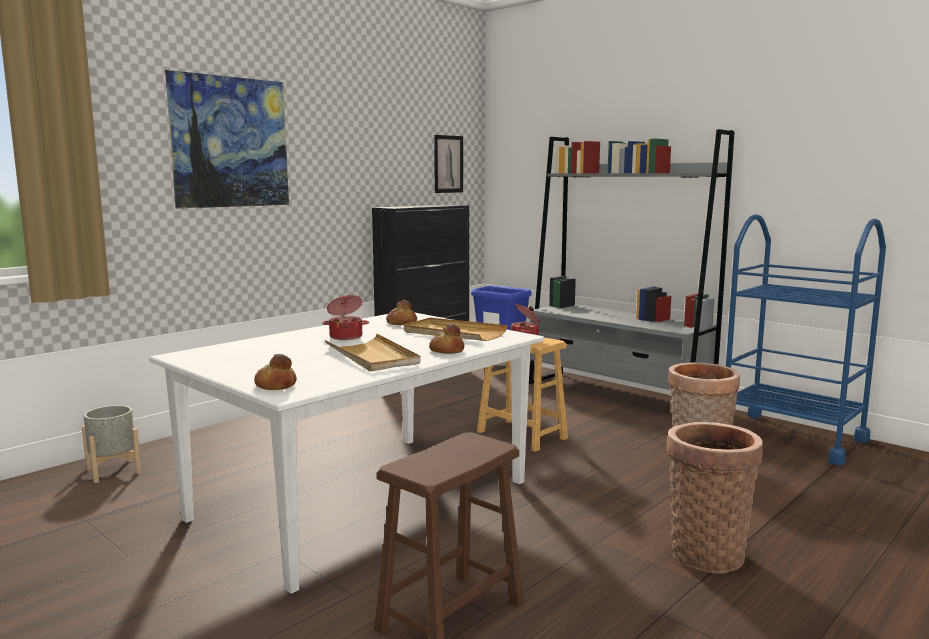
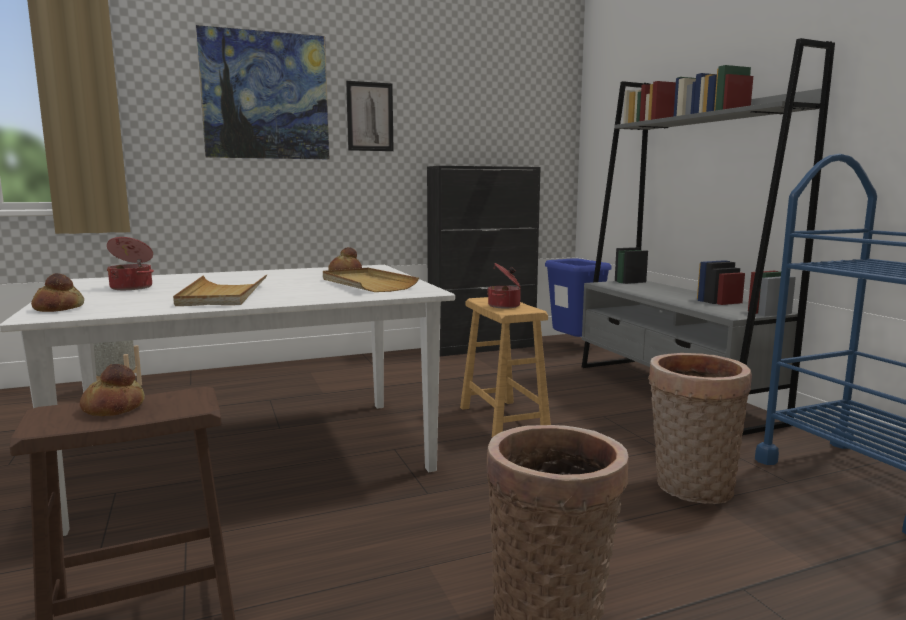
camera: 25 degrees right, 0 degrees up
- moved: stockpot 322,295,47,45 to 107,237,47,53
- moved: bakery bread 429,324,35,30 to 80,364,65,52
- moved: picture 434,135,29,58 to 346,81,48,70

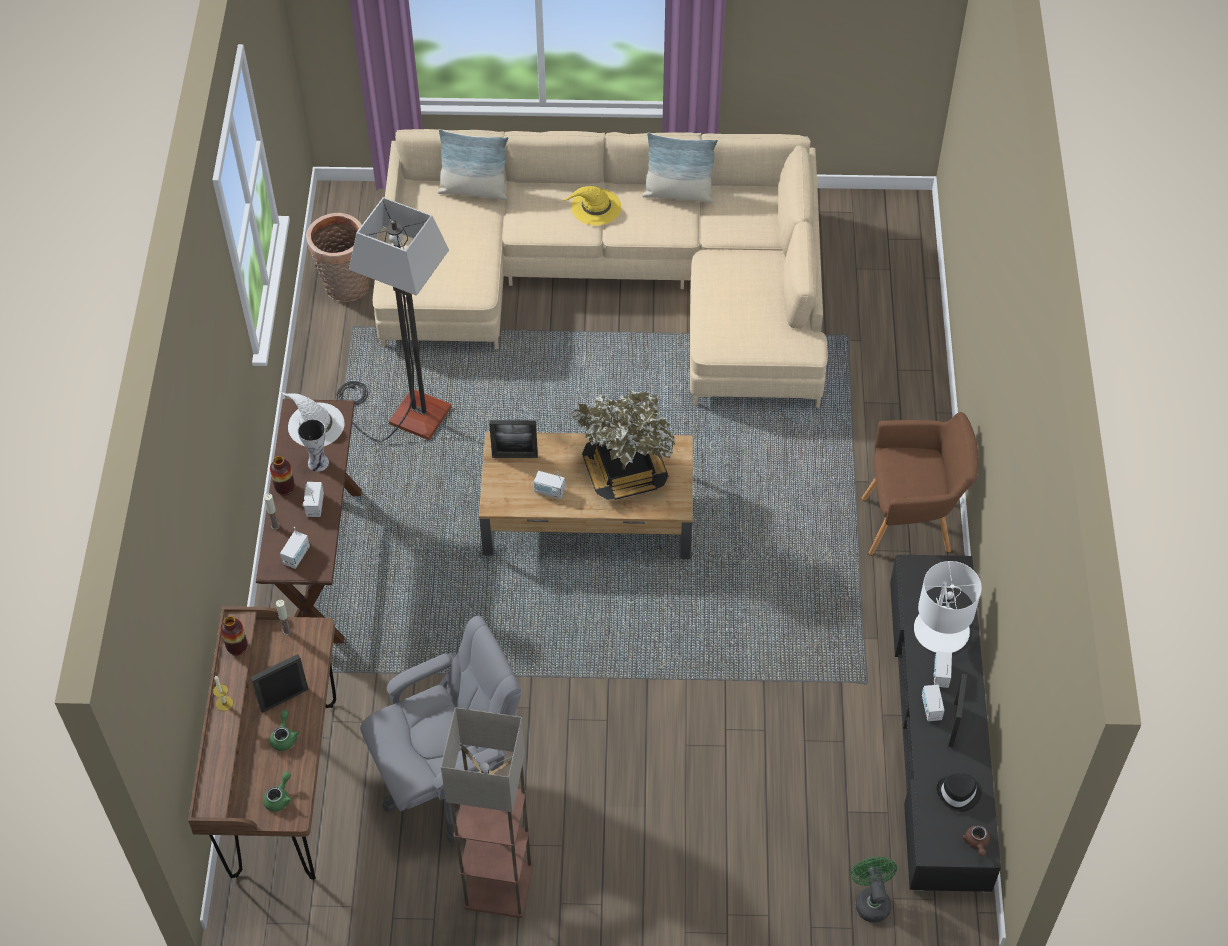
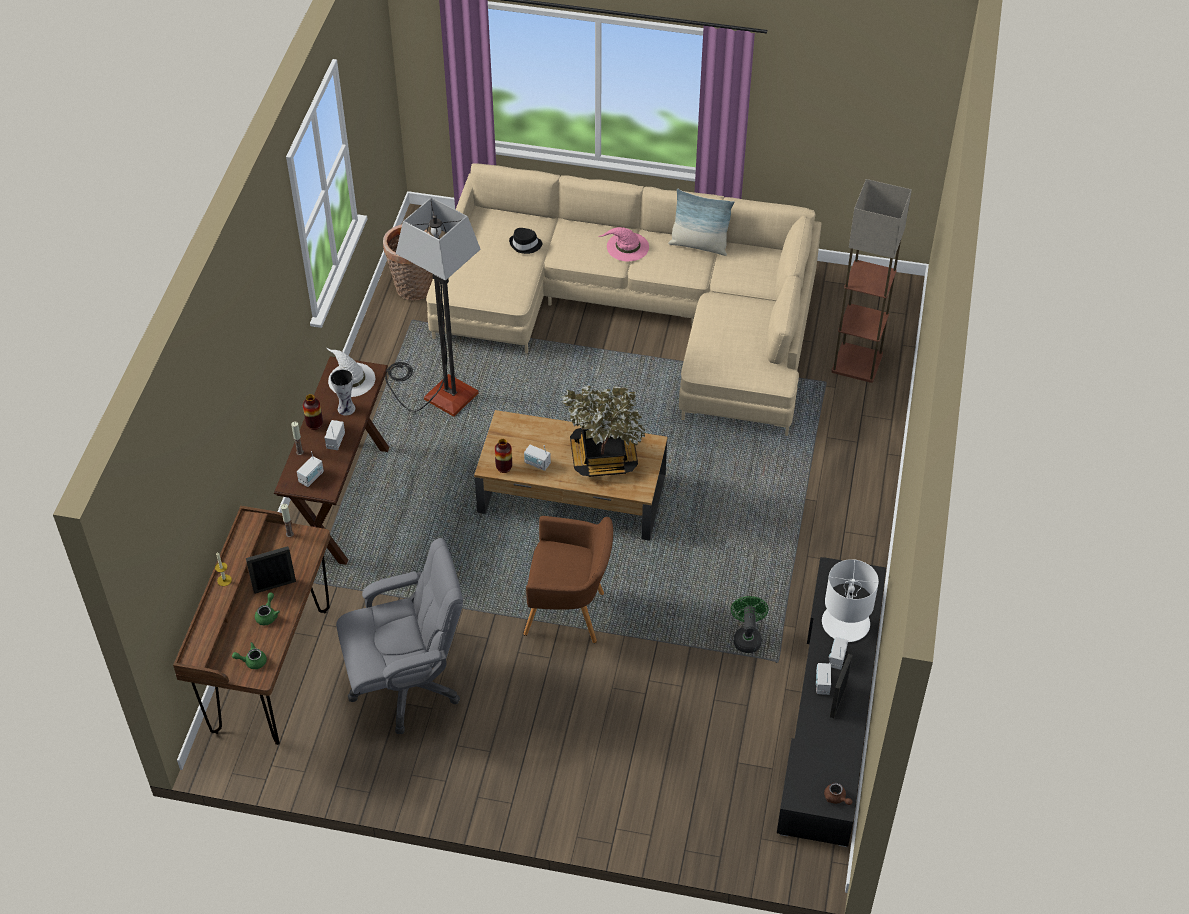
camera: 10 degrees right, 5 degrees down
- removed: pillow 437,129,71,71
- removed: picture frame 489,420,49,38
- moved: flower vase 220,616,28,39 to 495,439,17,34
- moved: standing lamp 441,707,92,211 to 832,179,80,204
- moved: cooling fan in green 851,857,46,65 to 731,596,37,57
- moved: easy chair in brownish 861,412,118,144 to 523,516,90,127
- moved: clothing hat in black-coloured 937,773,45,39 to 509,228,33,26
- recoloured: clothing hat in yellowish 561,186,60,39 to clothing hat in pink 598,227,51,35
- turned: teapot in green 263,772,29,40 = 232,642,35,27 135 degrees counterclockwise
- turned: teapot in brownish 961,825,29,31 = 824,783,28,22 45 degrees counterclockwise

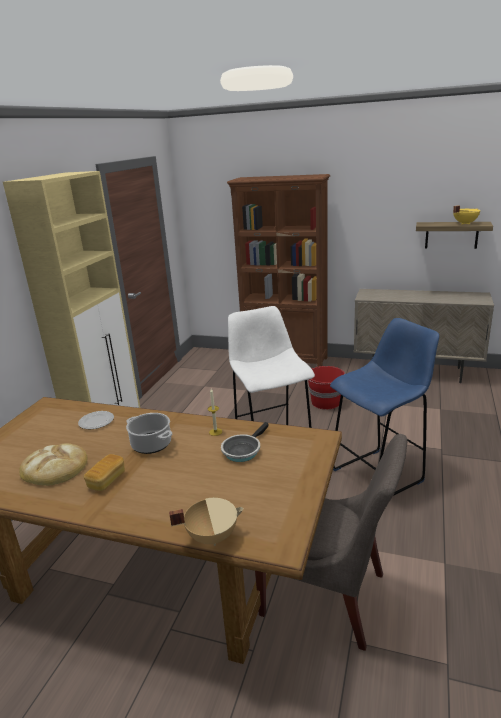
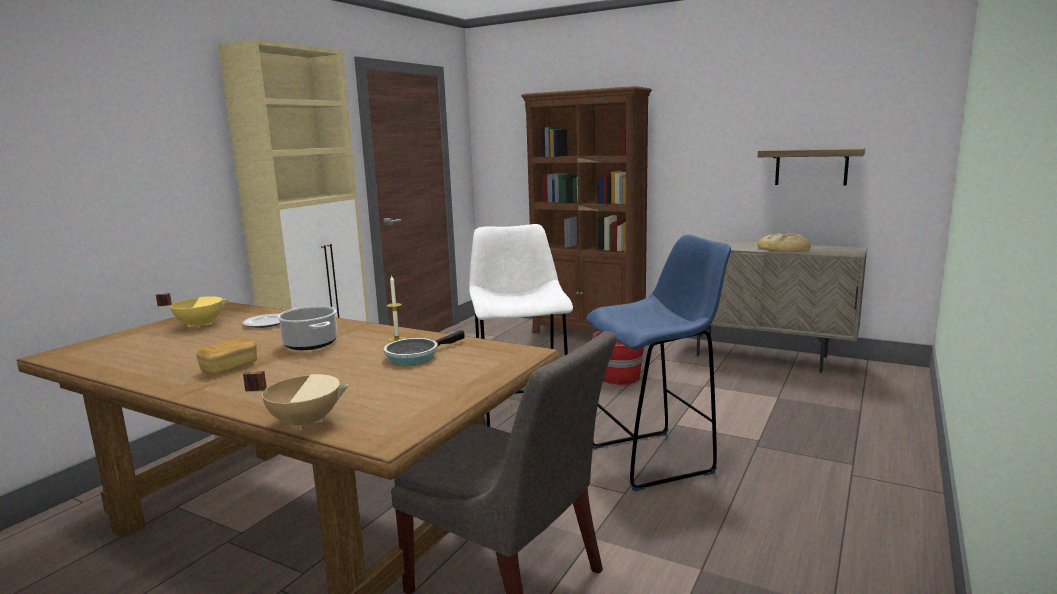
camera: 10 degrees right, 10 degrees down
- moved: bakery bread 19,443,68,43 to 758,233,53,19
- moved: stockpot in yellowish 453,205,28,20 to 156,293,73,35

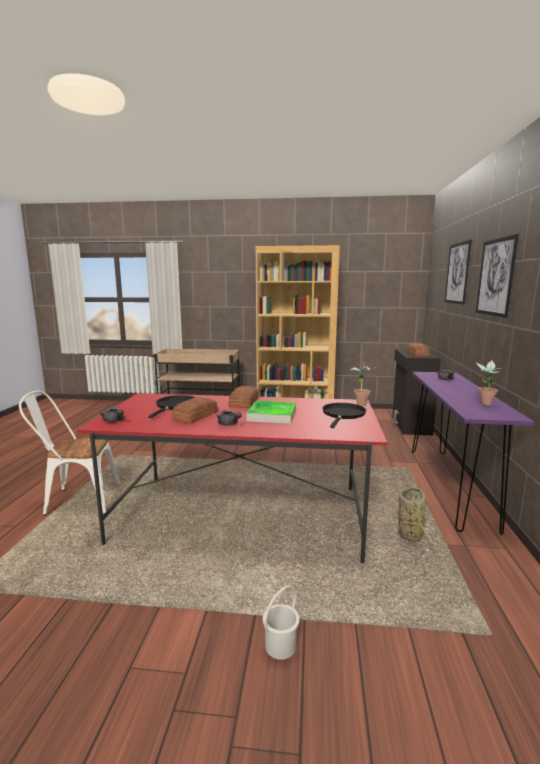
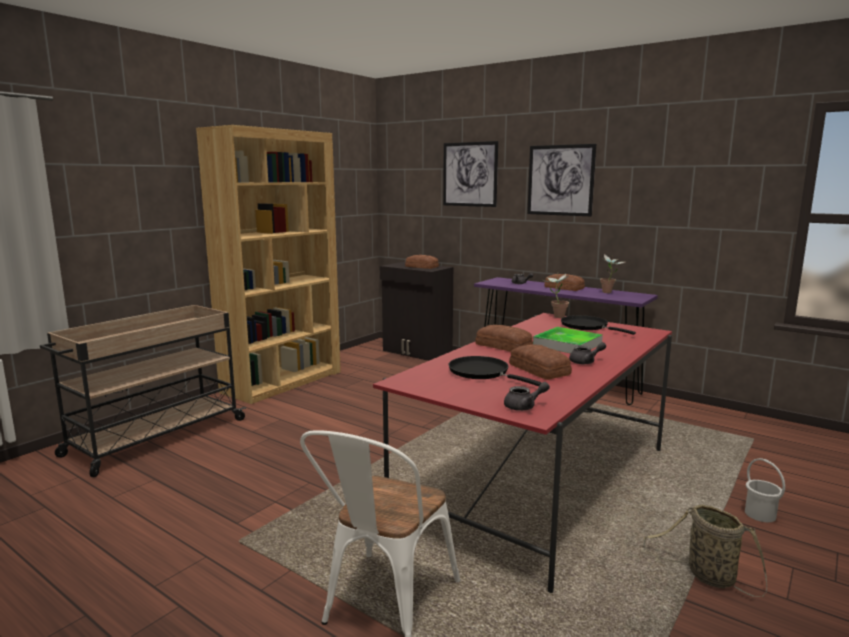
camera: 60 degrees left, 0 degrees up
- added: bakery bread 544,274,41,17
- moved: storage basket 398,487,38,64 to 644,504,123,93

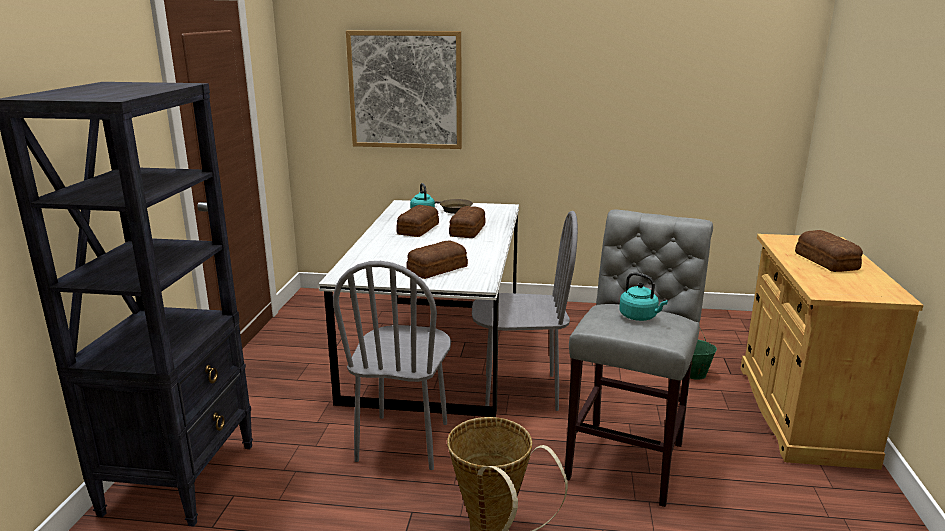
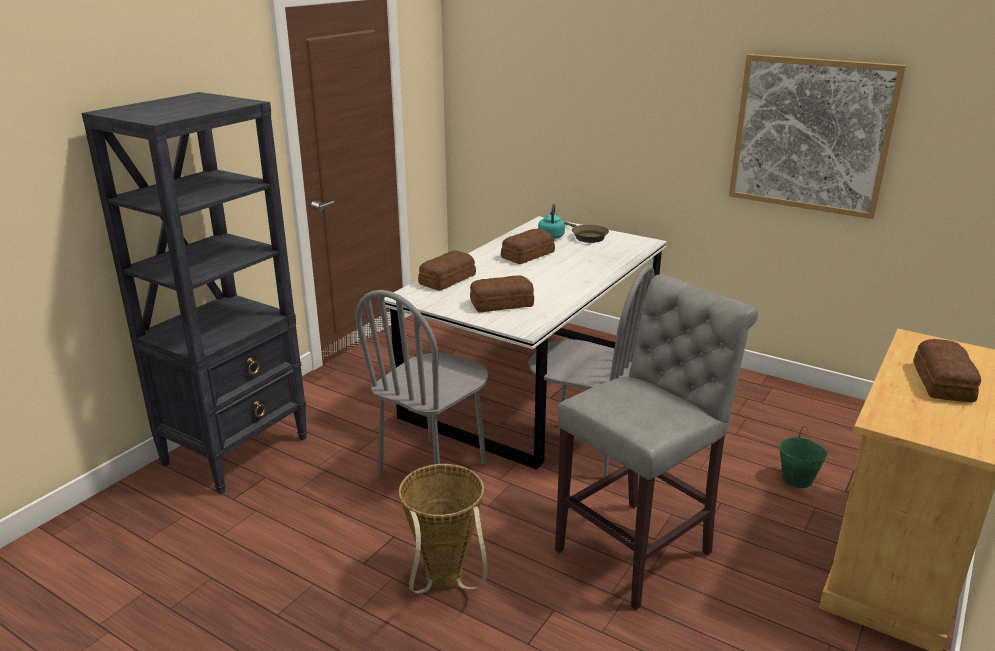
camera: 25 degrees right, 5 degrees up
- removed: water kettle in blue-green 619,272,49,49
- moved: picture 346,31,116,118 to 729,54,177,165
- moved: bakery bread 449,206,37,32 to 418,251,58,40

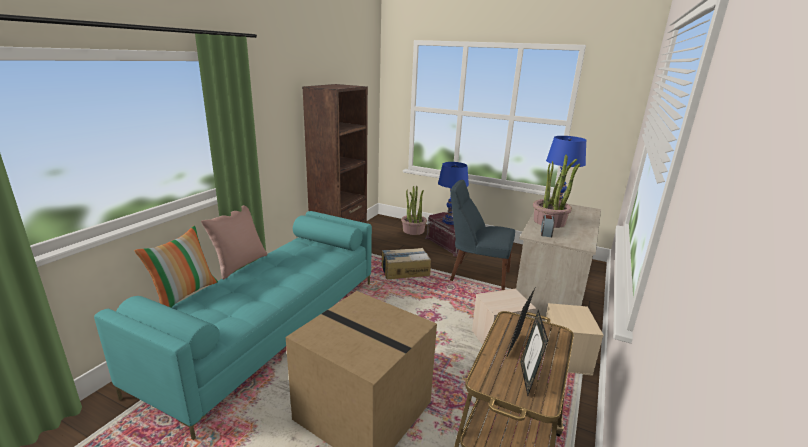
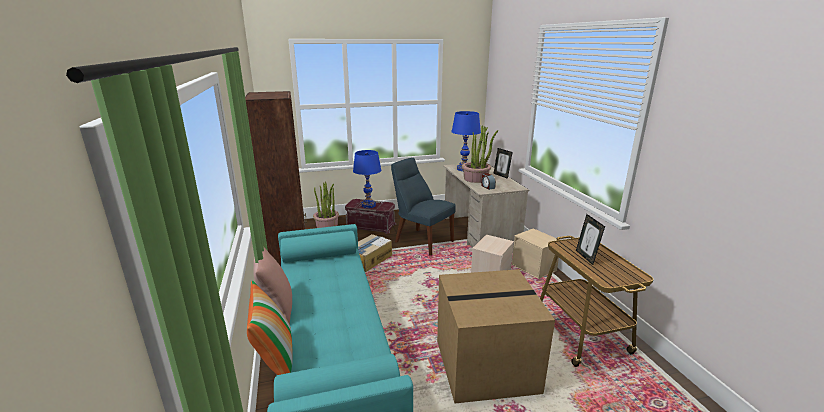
camera: 40 degrees left, 0 degrees up
- moved: picture frame 520,310,28,86 to 493,148,20,31
- turned: upright chair in blue 450,180,65,111 = 391,158,65,98 60 degrees clockwise

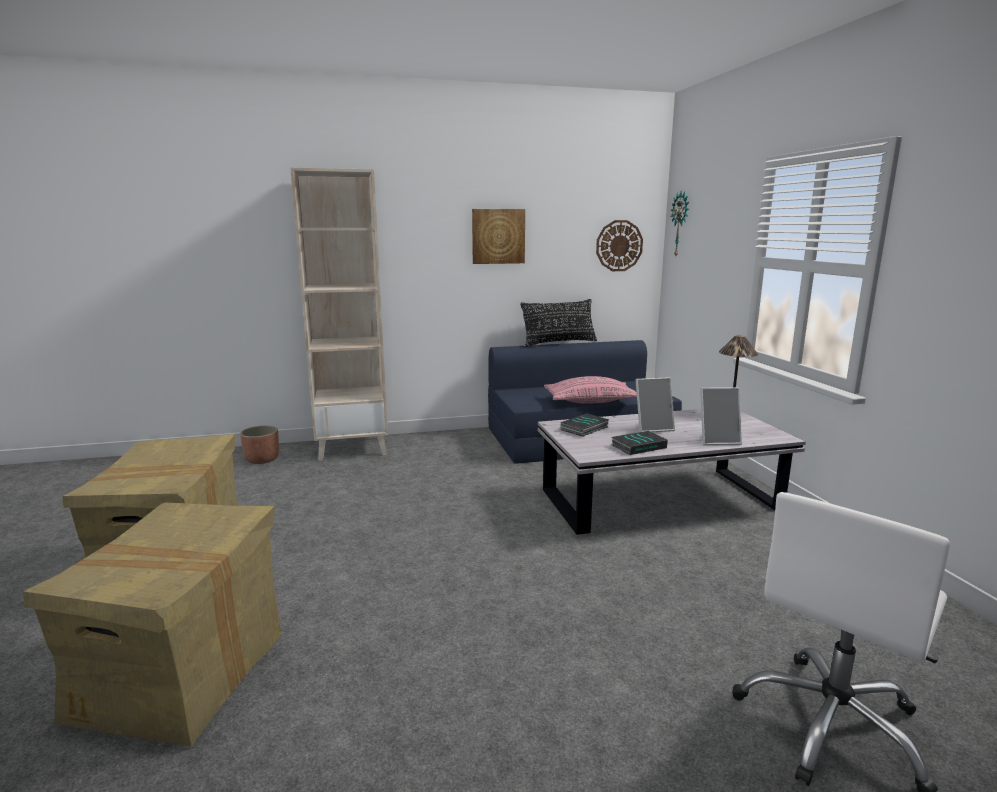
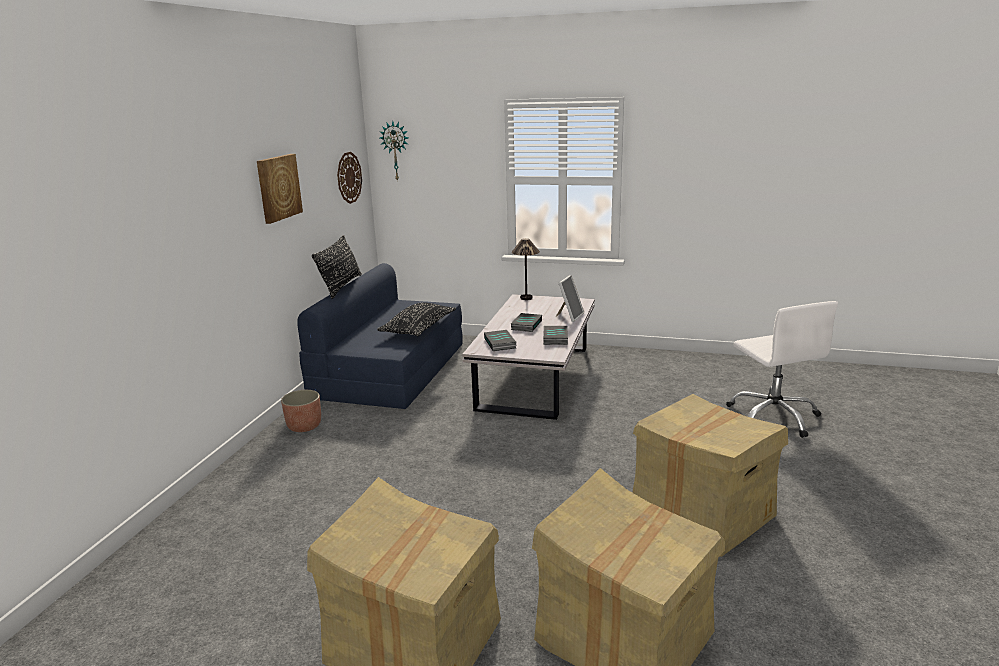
camera: 60 degrees left, 5 degrees up
- removed: shelving unit in beige 290,167,98,294
- added: carton 632,394,156,163
- moved: planter 240,425,39,39 to 281,390,40,42
- replaced: picture frame 635,377,40,55 to volume 511,313,31,19
- recoloured: pillow in pink 544,376,93,28 to pillow in black-coloured 377,302,79,34

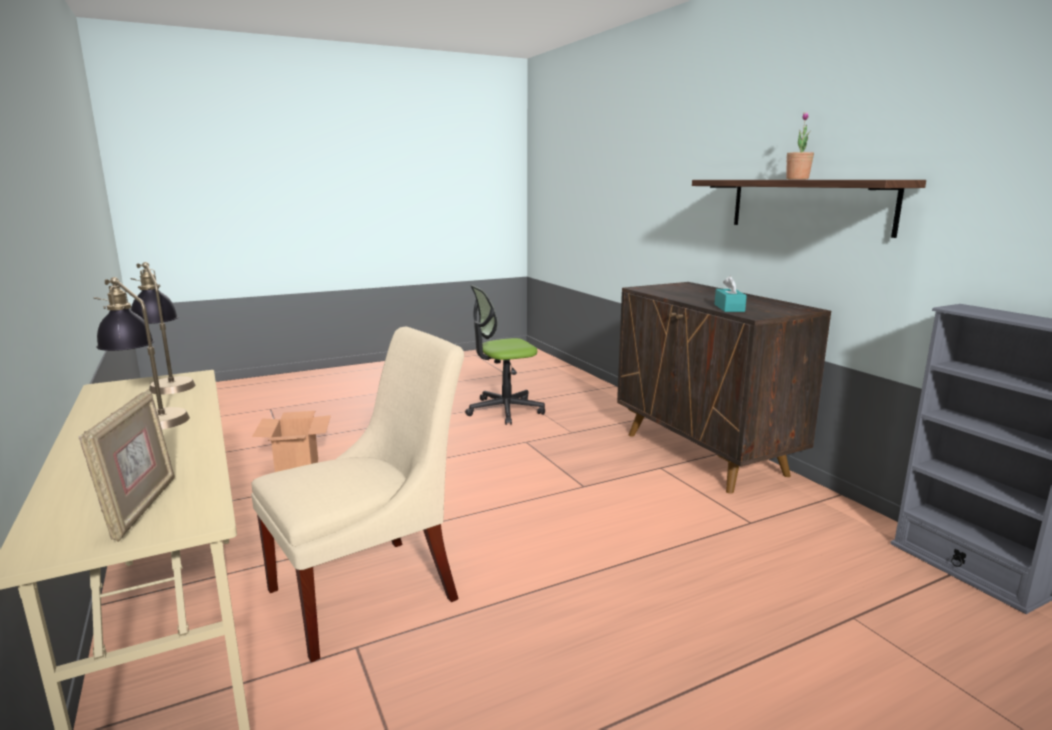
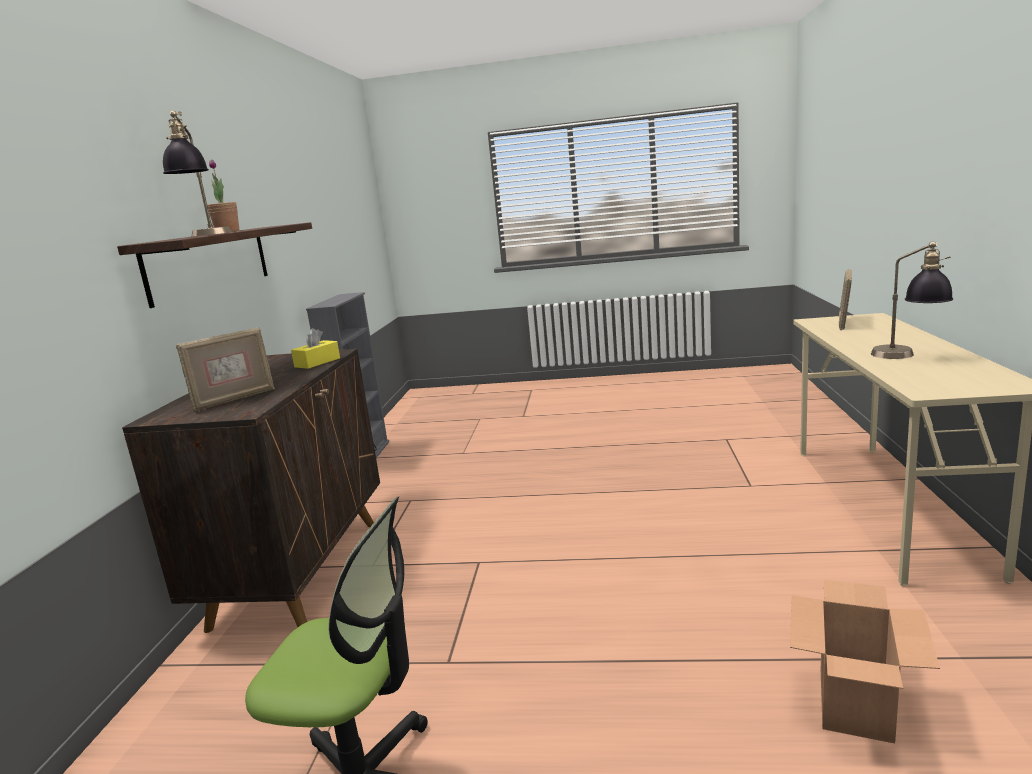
camera: 145 degrees left, 0 degrees up
- removed: upright chair in beige 251,326,213,336
- added: picture frame 176,327,99,85
- moved: lamp for a table 131,262,64,132 to 163,111,69,125
- recoloured: tissue box in blue-green 715,276,32,36 to tissue box in yellowish 291,328,49,41

